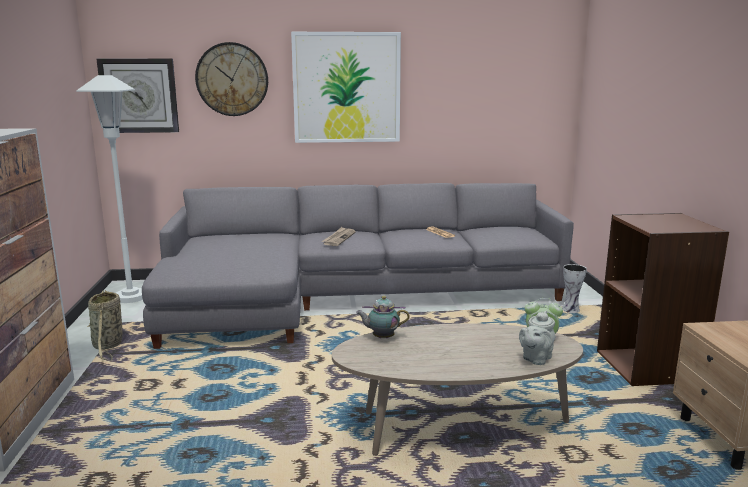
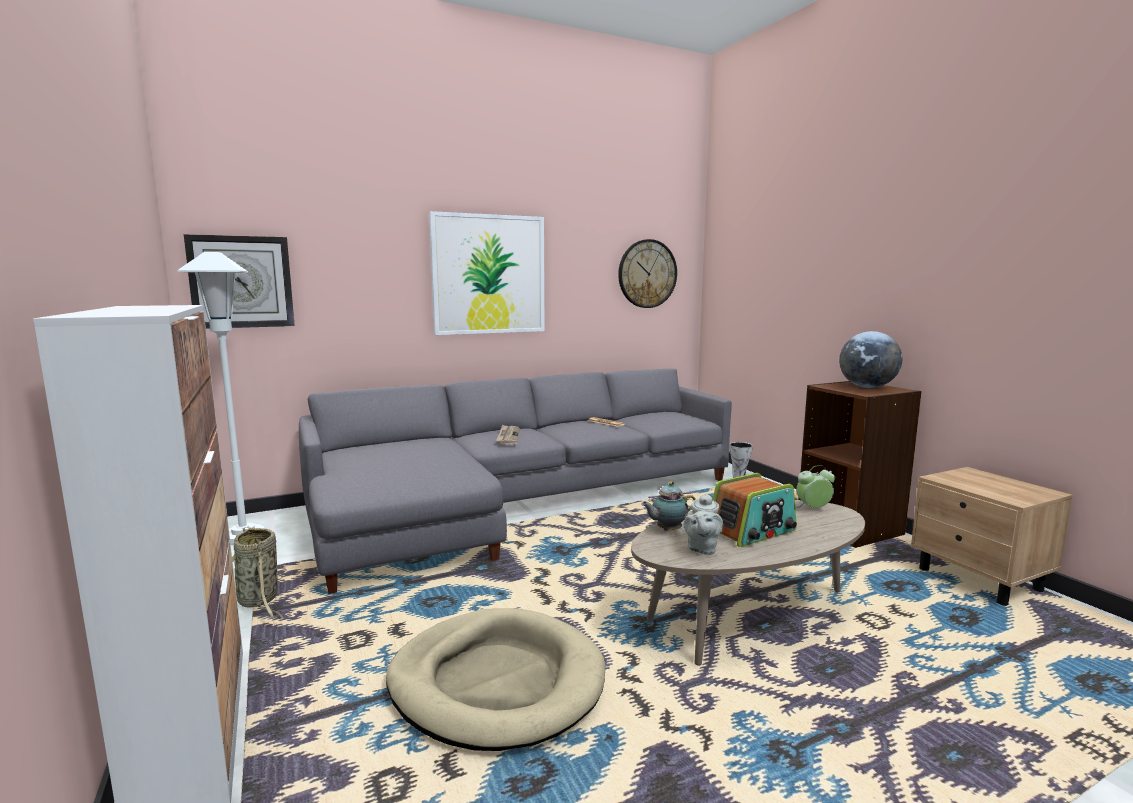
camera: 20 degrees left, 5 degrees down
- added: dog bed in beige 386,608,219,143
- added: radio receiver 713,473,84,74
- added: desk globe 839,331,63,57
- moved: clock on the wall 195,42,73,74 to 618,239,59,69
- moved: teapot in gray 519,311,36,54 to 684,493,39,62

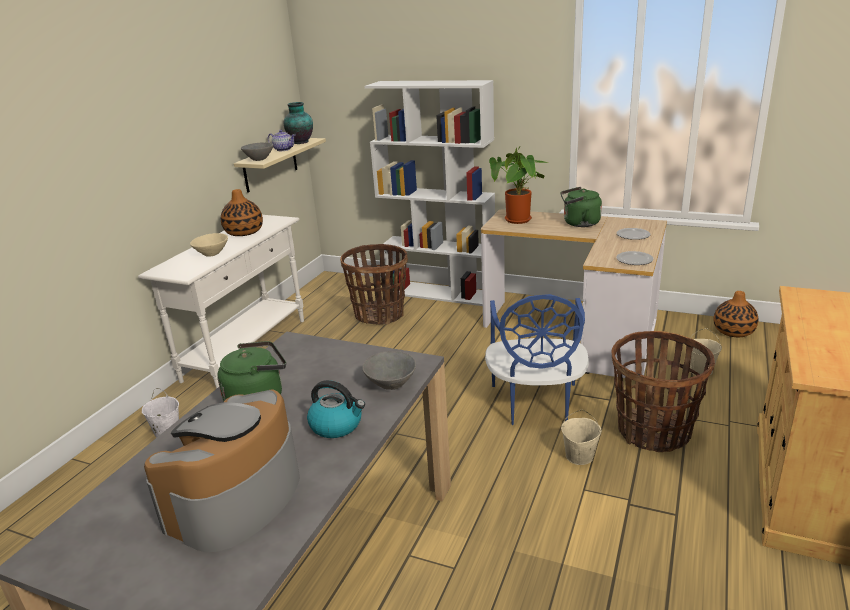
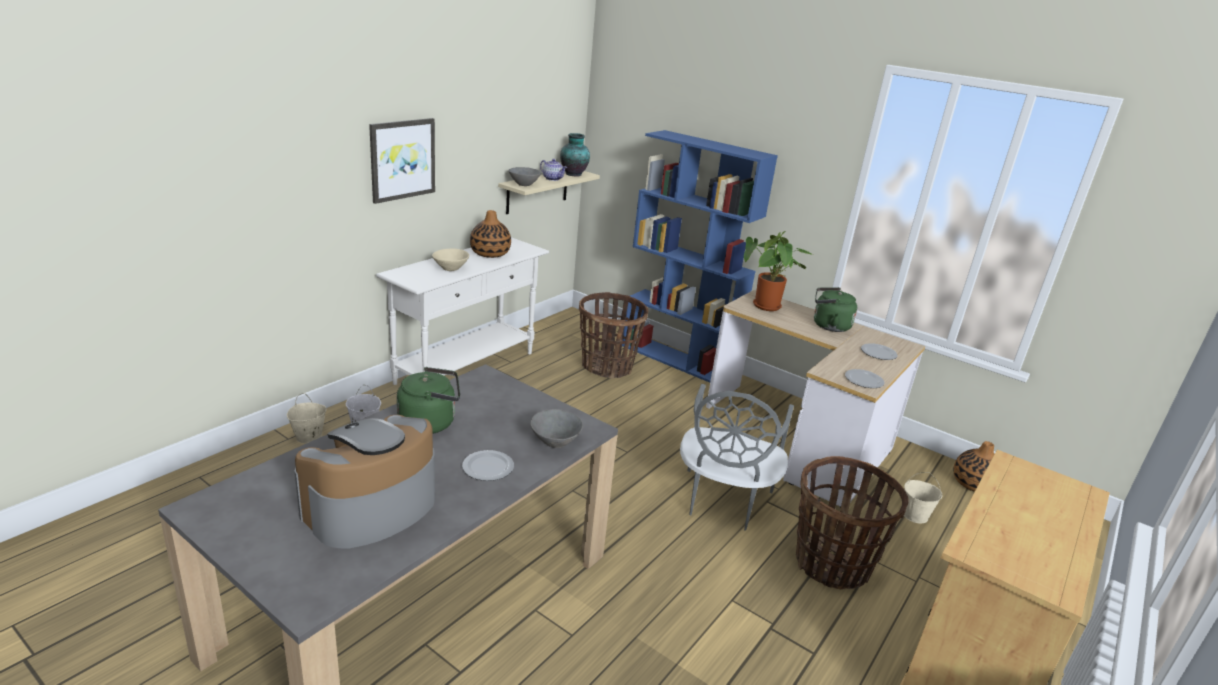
camera: 10 degrees right, 0 degrees up
- added: picture 369,118,66,86
- moved: bucket in beige 561,410,40,55 to 287,393,39,50
- replaced: water kettle 307,380,58,58 to plate 462,450,52,31
- recoloured: shelving unit in white 365,80,130,226 to shelving unit in blue 622,130,156,253
- recoloured: upright chair in blue 485,294,104,131 to upright chair in gray 680,384,114,147

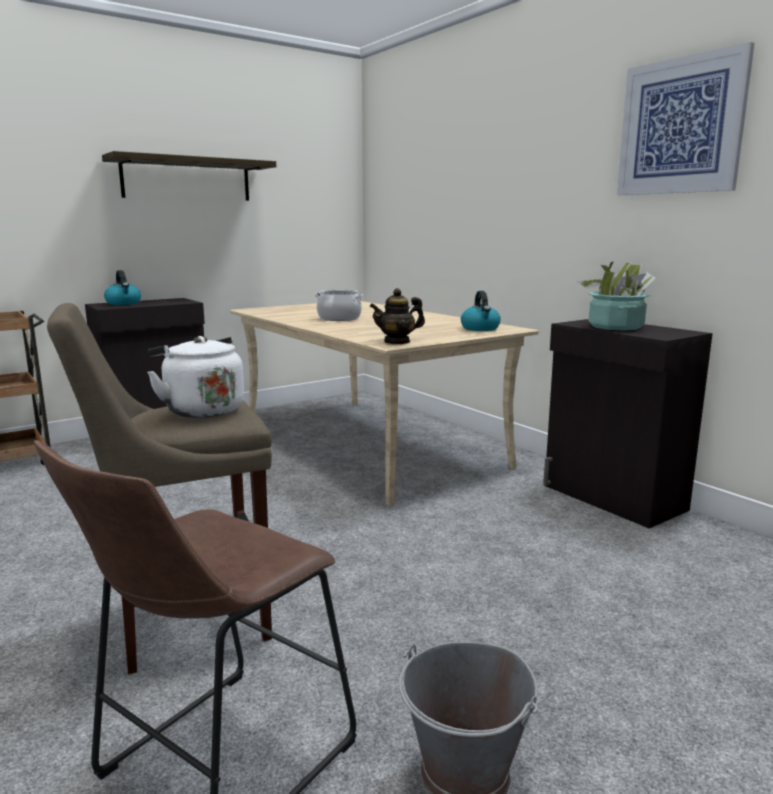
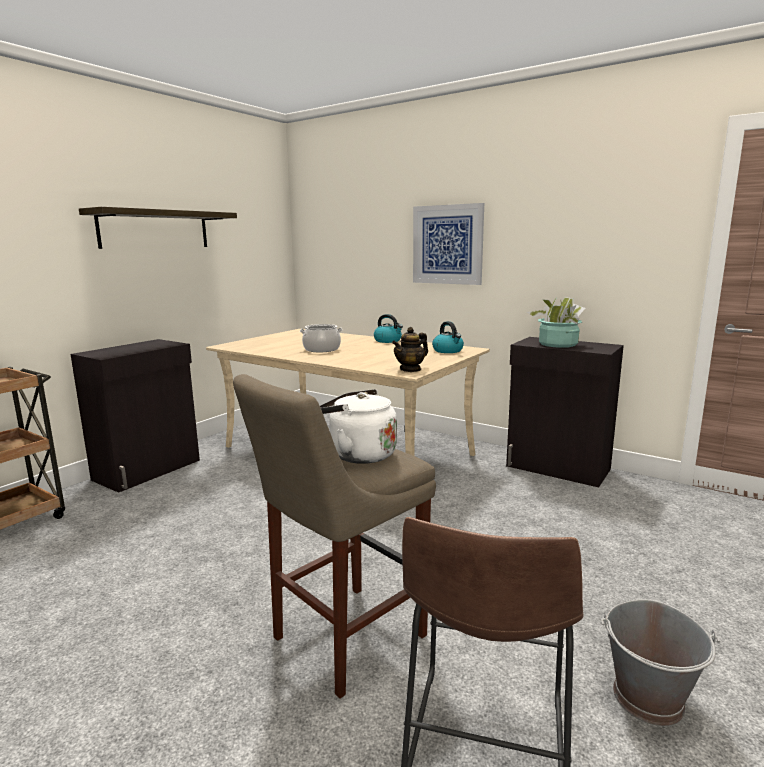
camera: 20 degrees left, 0 degrees up
- moved: water kettle 104,270,37,35 to 374,314,29,29
- moved: picture 617,42,138,153 to 413,203,71,82

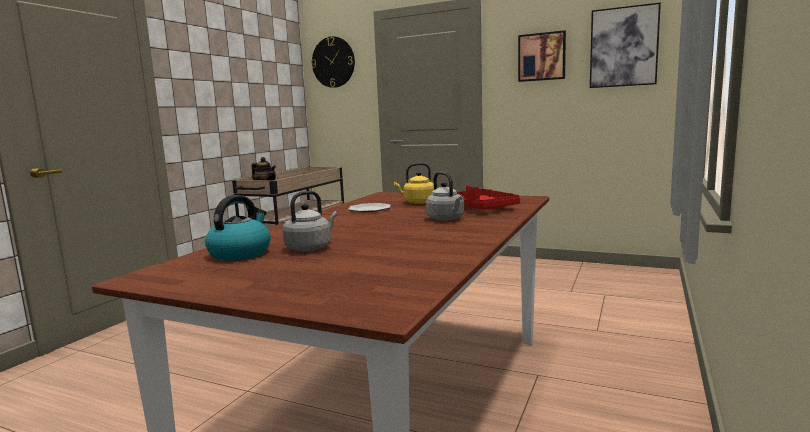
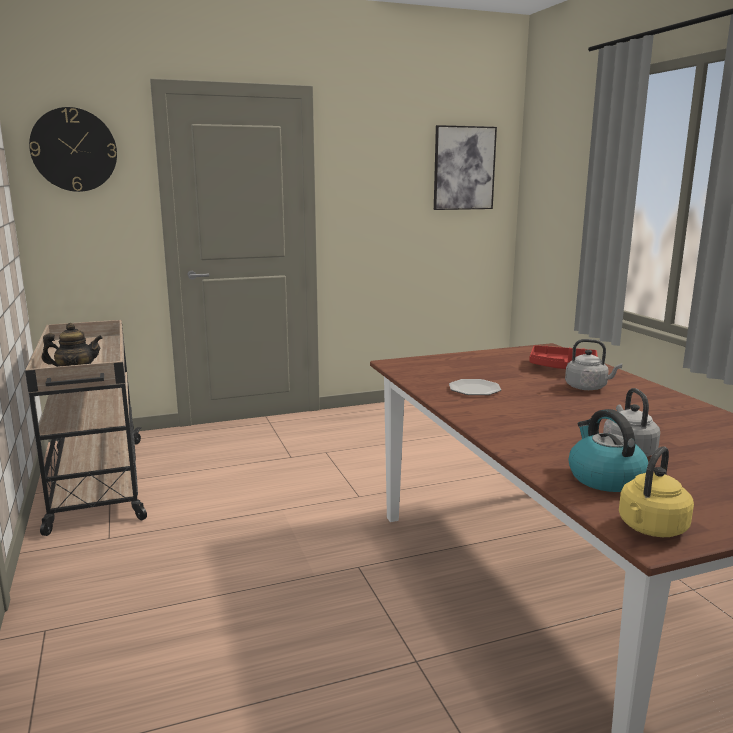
camera: 45 degrees left, 5 degrees up
- removed: picture 518,30,48,52
- moved: water kettle in yellowish 394,163,40,41 to 619,446,75,91

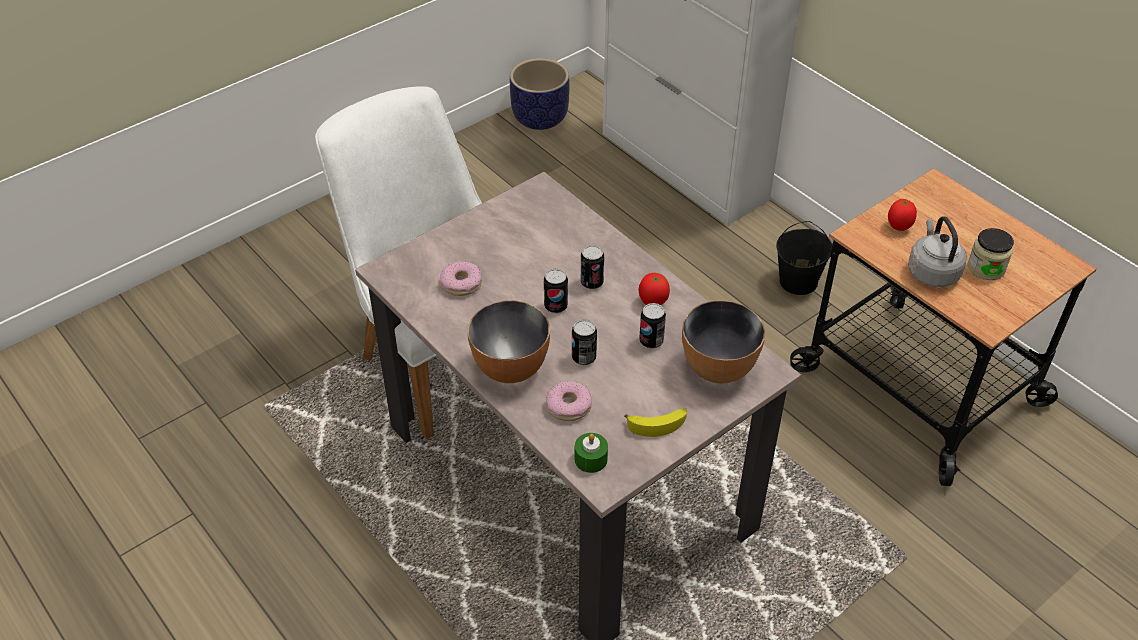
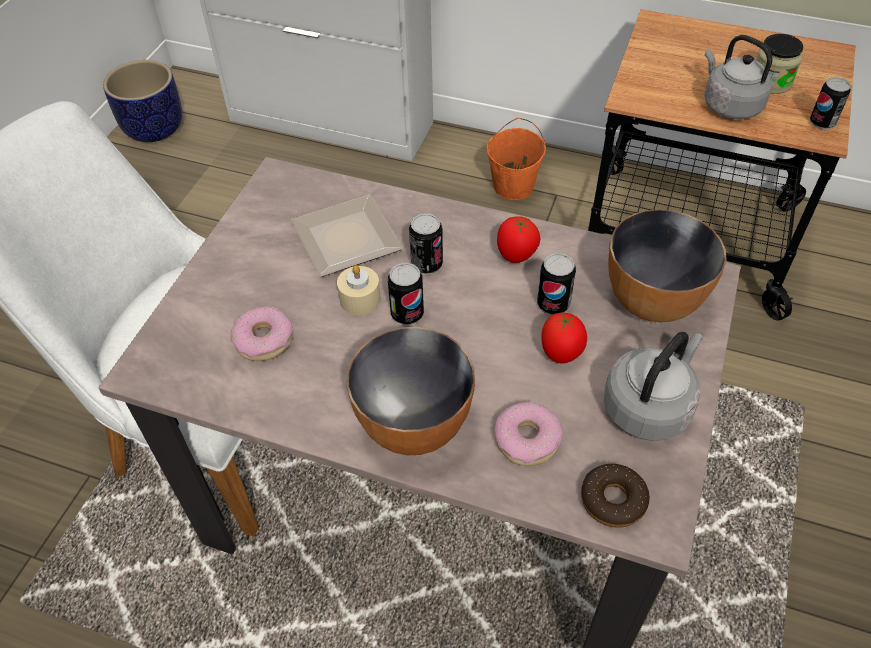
camera: 30 degrees left, 5 degrees up
- added: plate 291,194,112,83
- added: candle in beige 337,265,44,50
- moved: metal can 572,319,25,46 to 810,77,41,52
- moved: whole tomato 888,199,29,32 to 541,312,46,52
- replaced: candle in green 574,433,34,40 to doughnut 581,464,69,64
- replaced: whole banana 624,408,63,29 to water kettle in gray 604,332,99,109
- recoloured: bucket in black-coloured 776,221,56,74 to bucket in orange-coloured 487,118,59,82

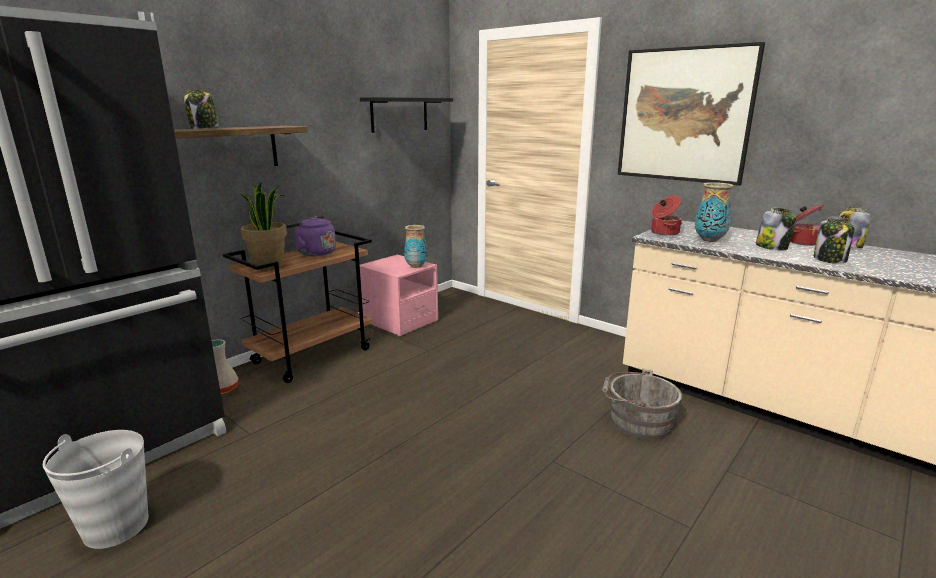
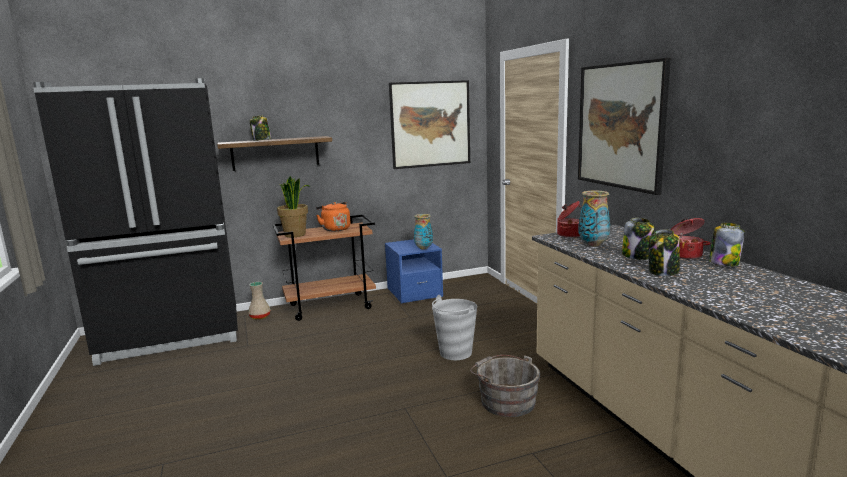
camera: 30 degrees right, 5 degrees down
- moved: bucket in gray 43,430,106,119 to 432,295,45,65
- replaced: shelf in black-coloured 360,97,93,36 to picture 389,80,81,89
- recoloured: water kettle in purple 286,216,50,40 to water kettle in orange-coloured 316,202,34,29
- recoloured: night table in pink 360,254,78,82 to night table in blue 385,239,58,65

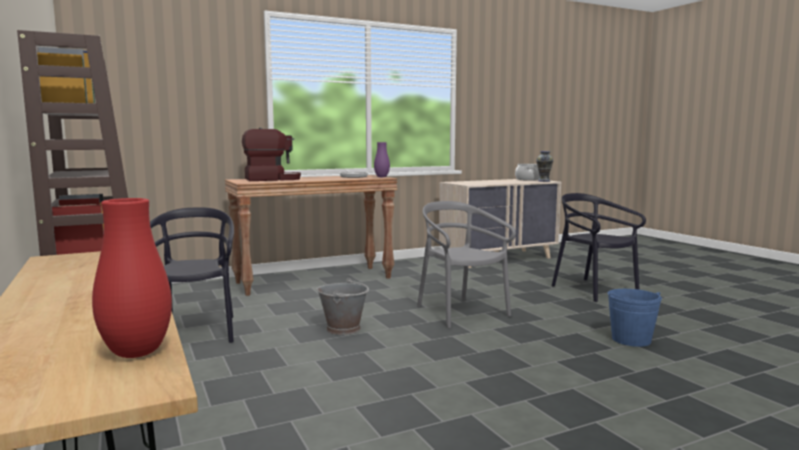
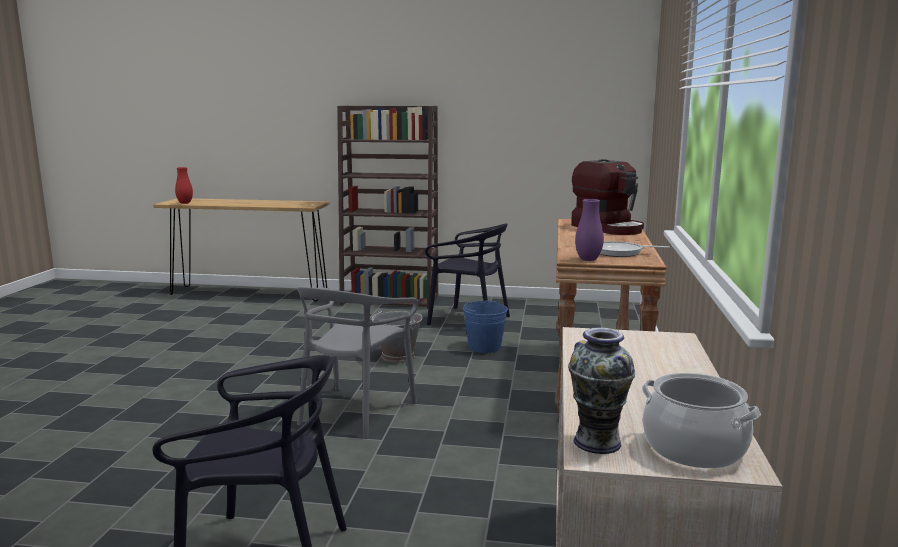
camera: 125 degrees right, 5 degrees up
- moved: bucket in blue 608,289,54,58 to 463,300,45,53
- turned: coffee machine 242,128,59,53 = 571,159,73,76 45 degrees counterclockwise
- turned: upright chair in gray 417,201,99,127 = 297,287,122,152 105 degrees clockwise

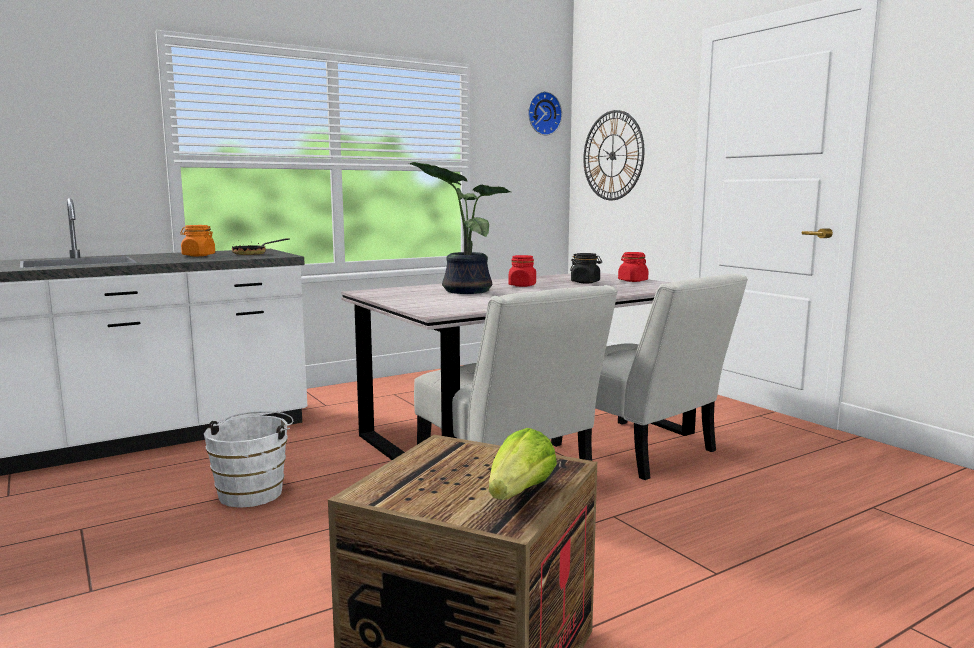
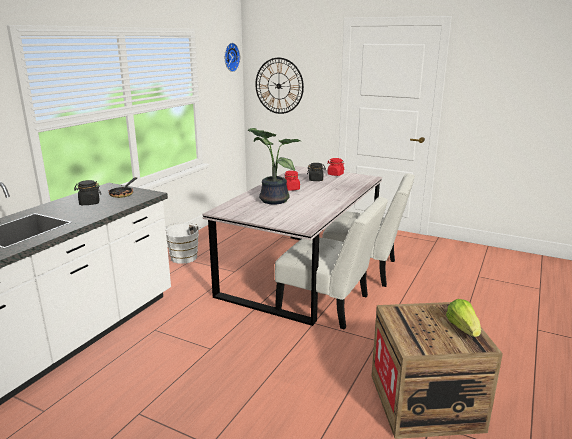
camera: 30 degrees left, 10 degrees up
- moved: bucket in white 204,411,89,97 to 166,222,34,42
- recoloured: jar in orange-coloured 180,225,35,31 to jar in black-coloured 74,180,27,25

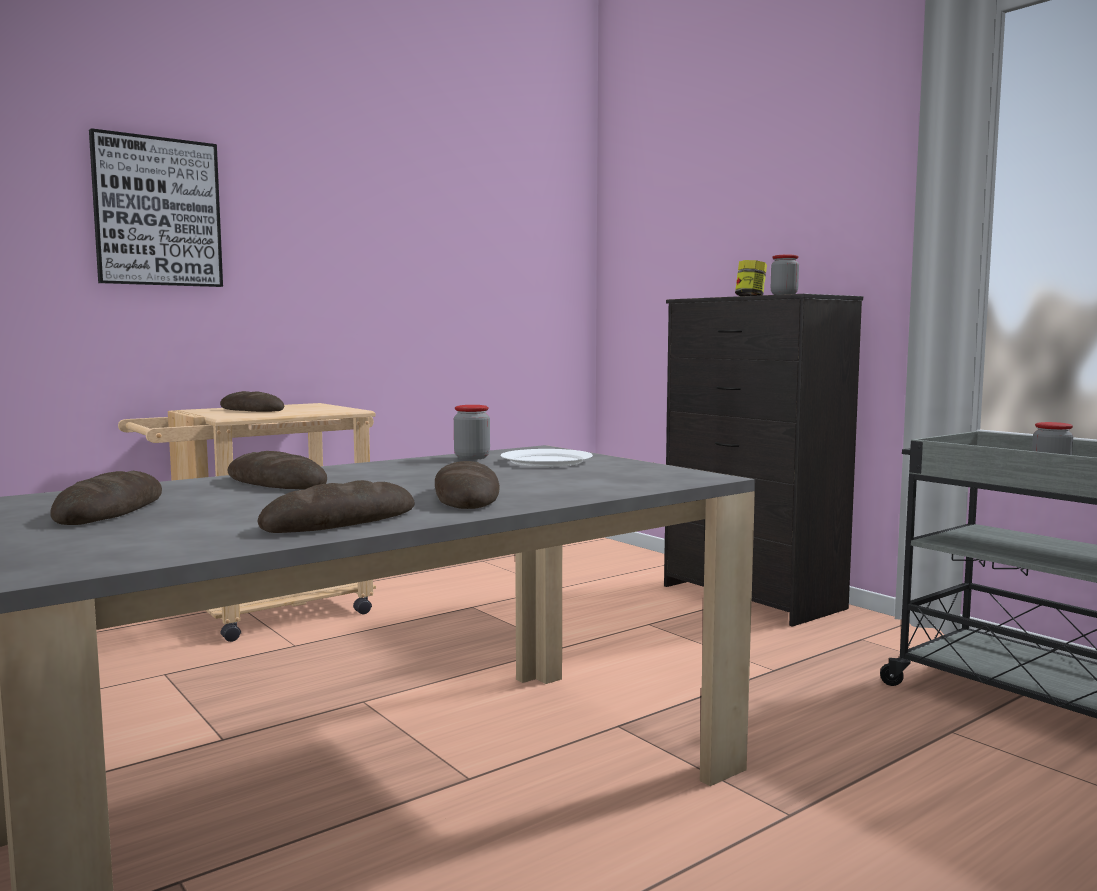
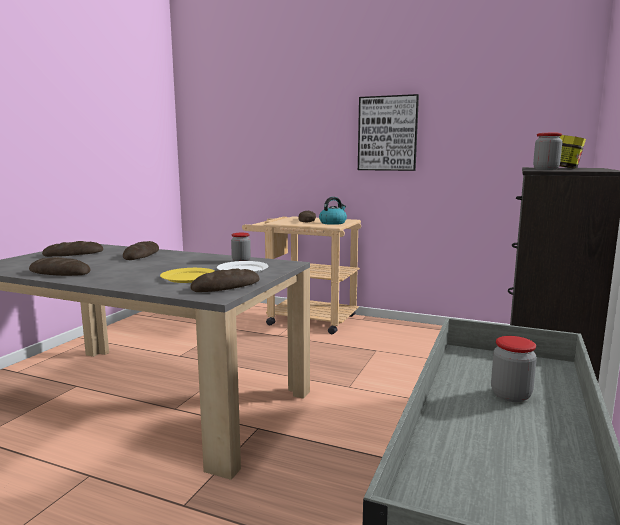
camera: 60 degrees right, 5 degrees up
- added: plate in yellowish 160,268,55,15
- added: water kettle 319,197,28,28
- moved: picture 89,128,134,159 to 358,94,61,77
- moved: bakery bread 435,461,65,48 to 190,269,70,23

